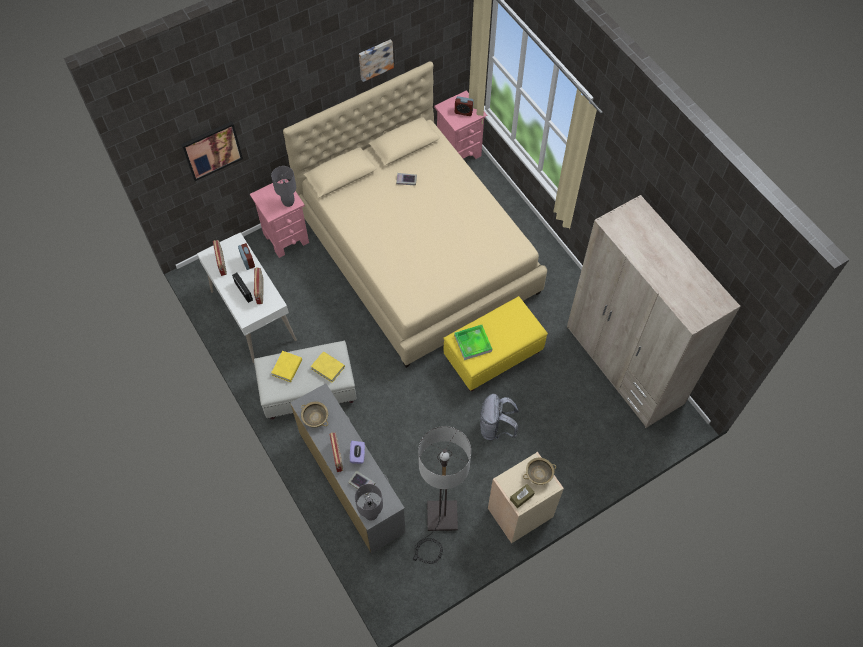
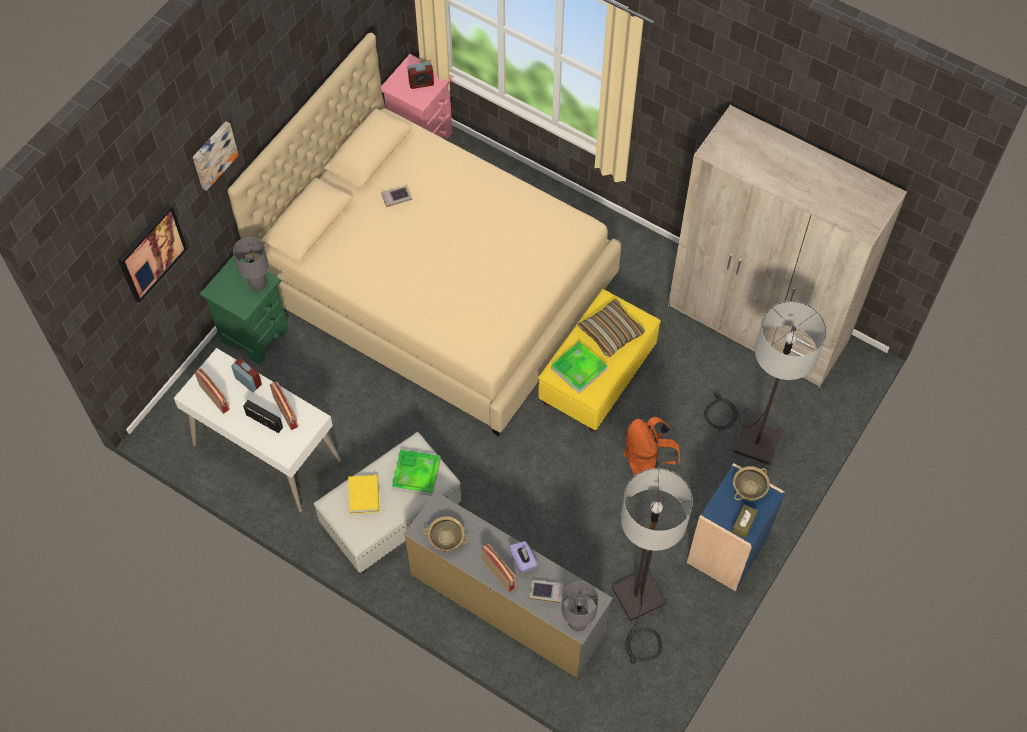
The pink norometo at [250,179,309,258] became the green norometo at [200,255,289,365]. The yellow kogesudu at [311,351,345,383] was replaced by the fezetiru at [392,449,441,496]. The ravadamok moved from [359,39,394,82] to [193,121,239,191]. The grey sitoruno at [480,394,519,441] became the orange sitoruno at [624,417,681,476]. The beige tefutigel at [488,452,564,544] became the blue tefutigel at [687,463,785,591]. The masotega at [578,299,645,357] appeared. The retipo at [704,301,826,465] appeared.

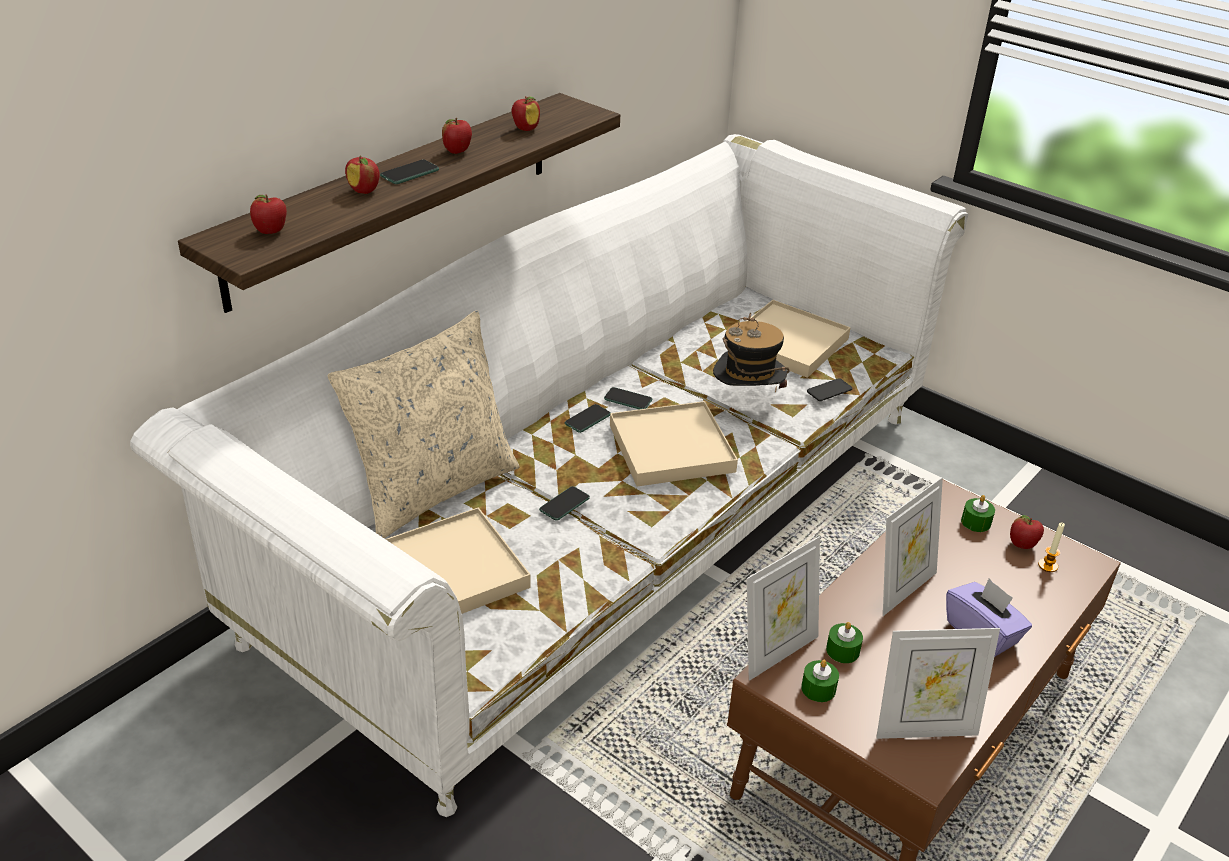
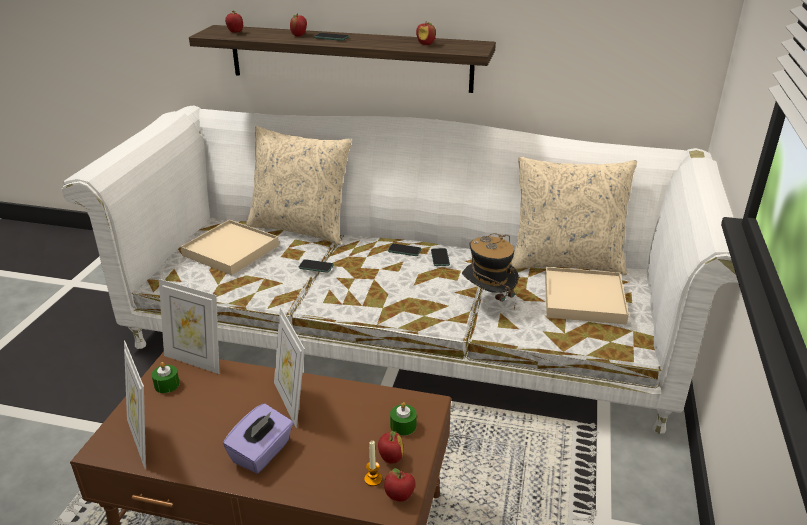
The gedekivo moved from [442,118,472,154] to [384,468,415,502]. The beige fezetiru at [610,401,738,486] disappeared. The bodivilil at [807,378,852,401] disappeared. The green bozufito at [826,622,863,663] disappeared. The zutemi at [883,477,943,616] turned 45 degrees clockwise. The beige masotega at [511,157,637,275] appeared.

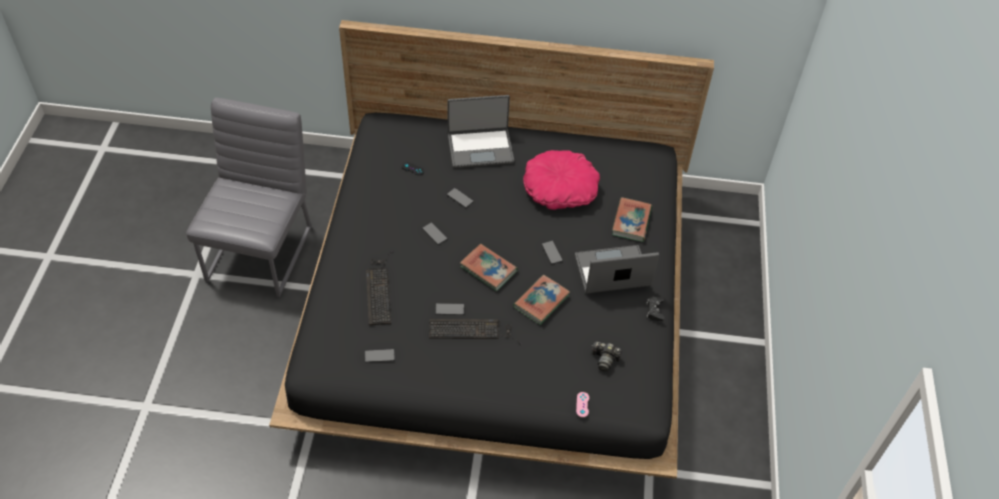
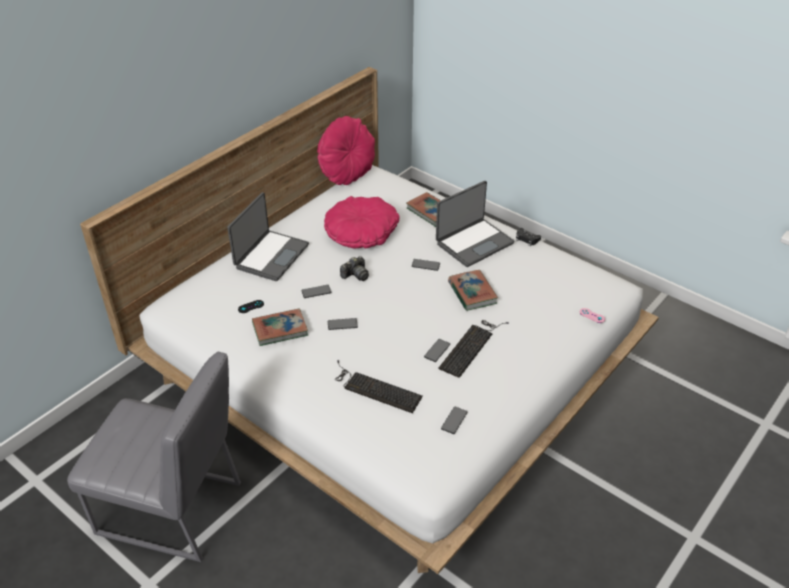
The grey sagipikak at [186,98,312,297] turned 150 degrees clockwise. The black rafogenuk at [269,20,714,479] became the white rafogenuk at [80,67,659,574]. The kogesudu moved from [460,244,518,292] to [252,308,308,346]. The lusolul at [575,245,659,294] turned 150 degrees counterclockwise. The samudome moved from [592,342,622,372] to [340,256,369,281]. The pink masotega at [317,116,375,185] appeared.

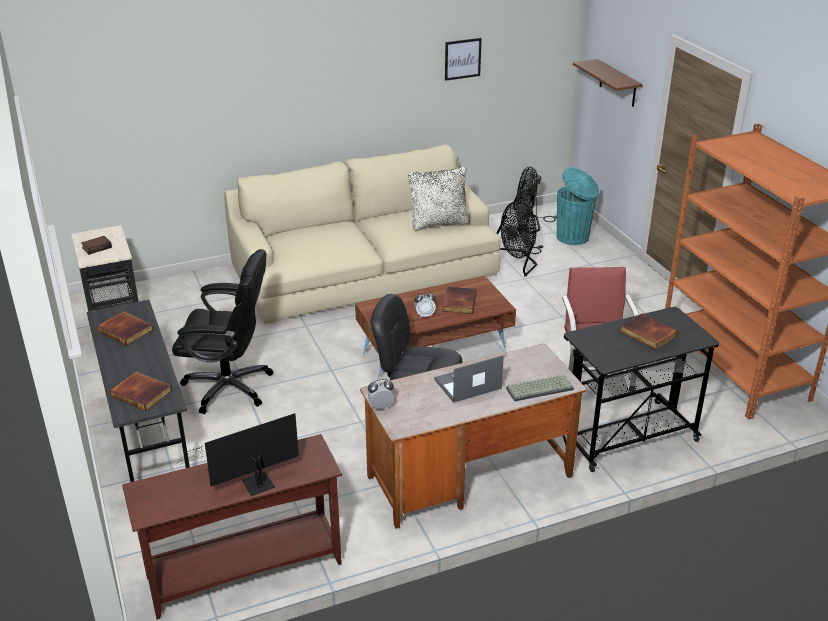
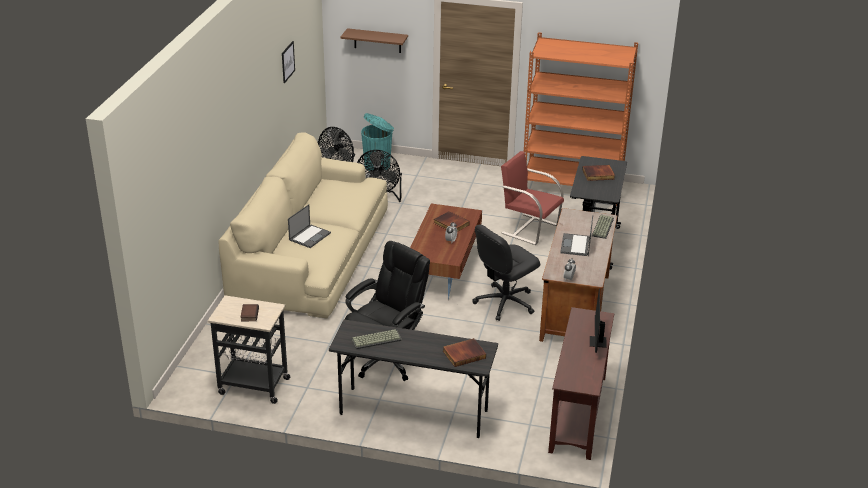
The kogesudu at [97,311,153,346] was replaced by the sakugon at [352,329,402,349]. The beige masotega at [408,167,469,231] disappeared. The lusolul at [288,204,331,248] appeared.

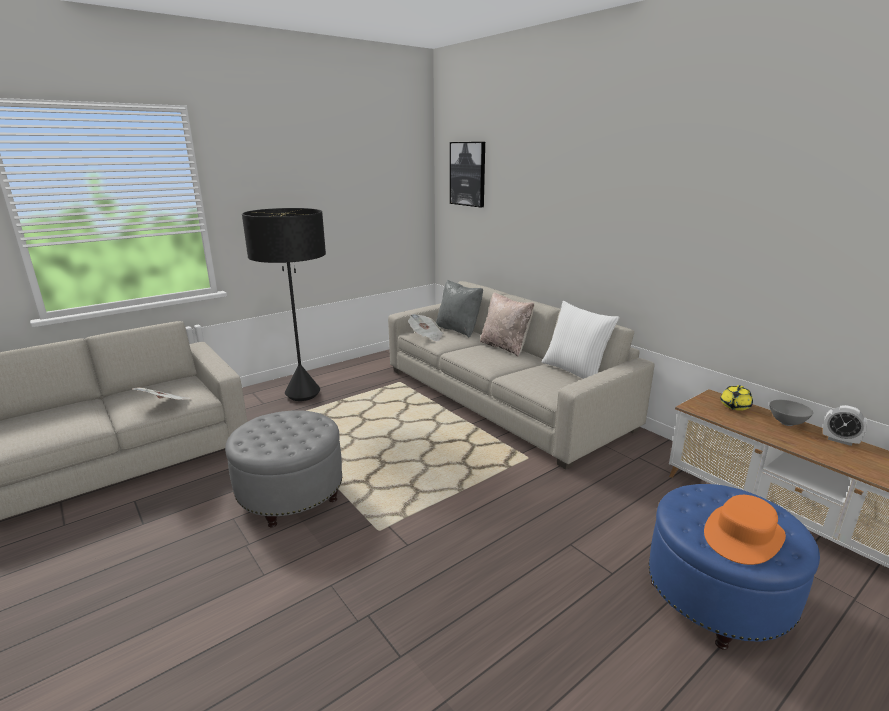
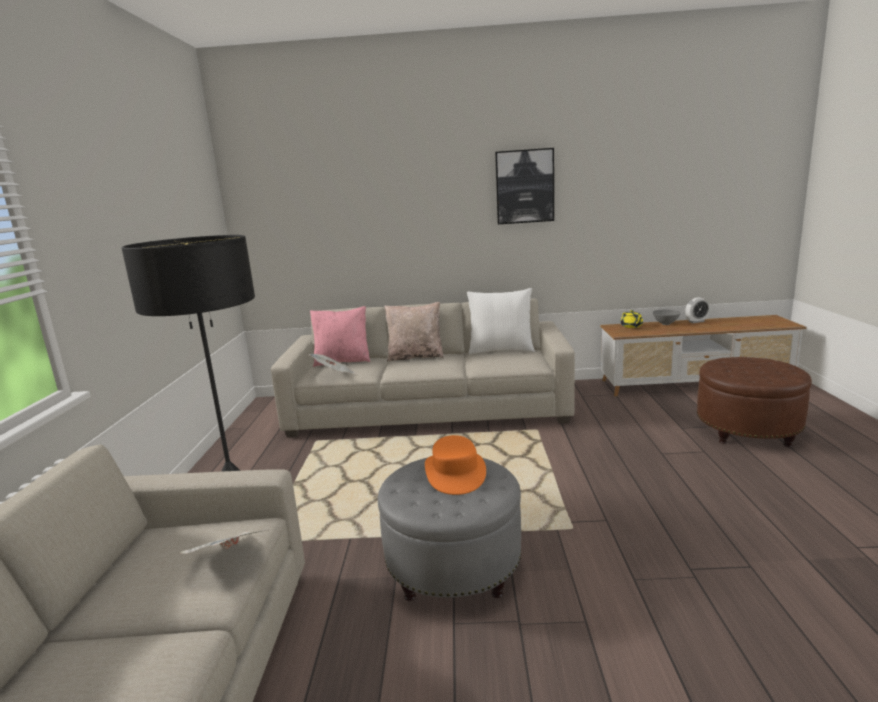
The grey masotega at [436,280,483,338] became the pink masotega at [310,306,370,367]. The ravadamok moved from [450,142,485,207] to [495,148,554,224]. The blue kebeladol at [649,484,820,650] became the brown kebeladol at [697,357,812,447]. The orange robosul moved from [704,495,786,565] to [425,435,486,495].

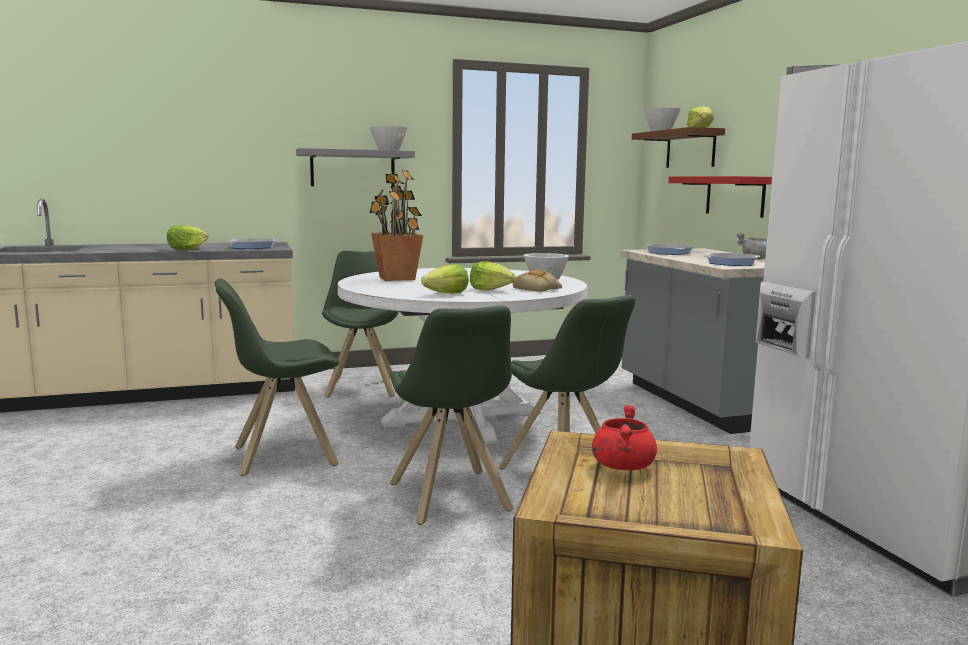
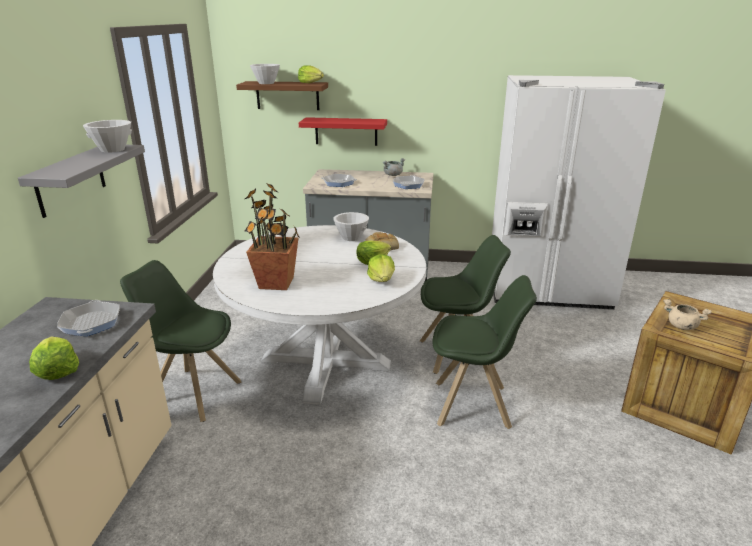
The green sagipikak at [215,279,340,476] disappeared. The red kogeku at [592,405,657,470] became the beige kogeku at [663,299,712,330].

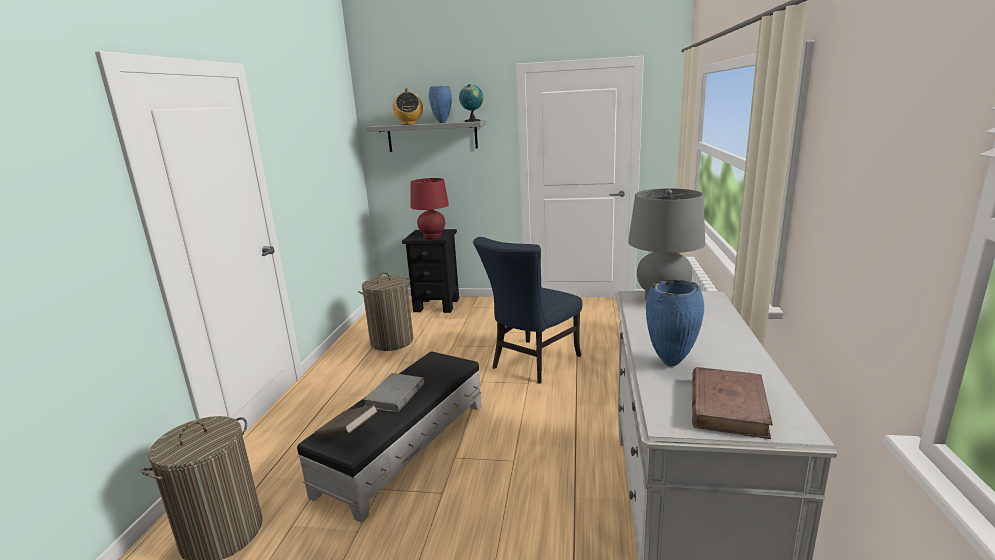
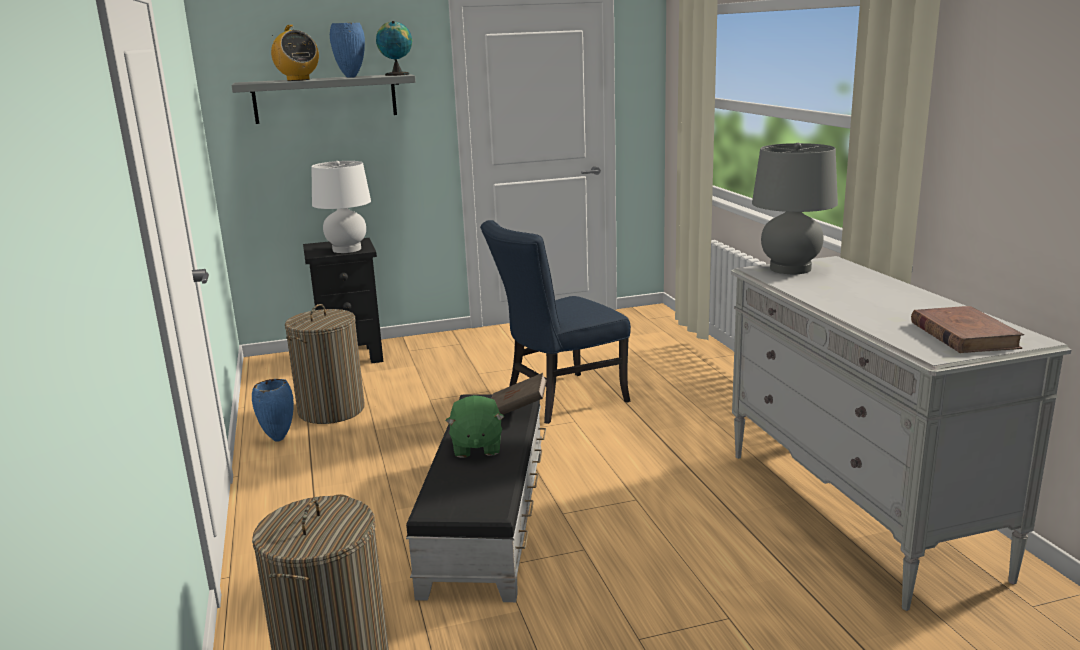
The brown kogesudu moved from [315,404,378,439] to [491,373,547,415]. The grey kogesudu at [363,373,424,413] was replaced by the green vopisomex at [445,395,504,458]. The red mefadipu at [410,178,449,239] became the white mefadipu at [311,161,371,253]. The blue sagipikak at [473,237,582,384] turned 45 degrees clockwise. The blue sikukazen moved from [646,280,704,366] to [252,379,294,442].

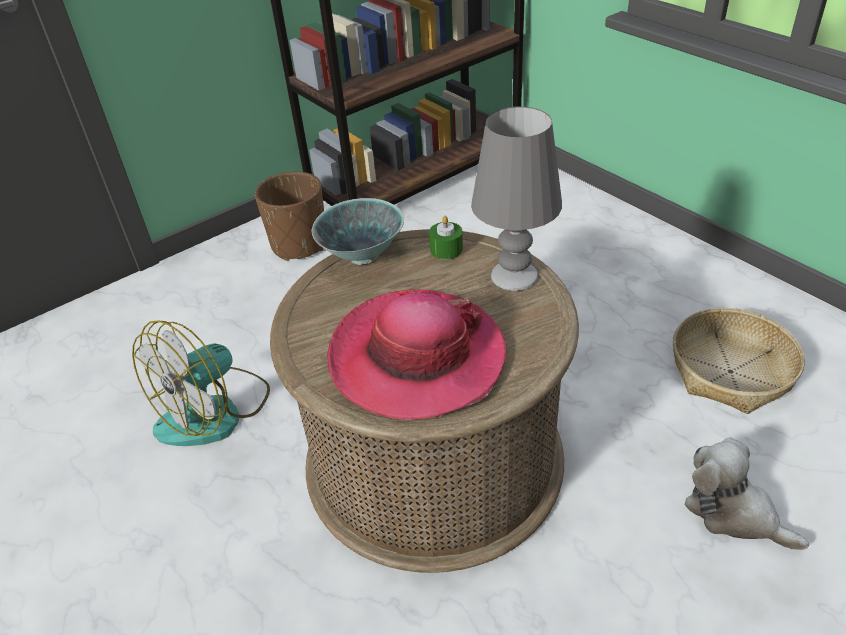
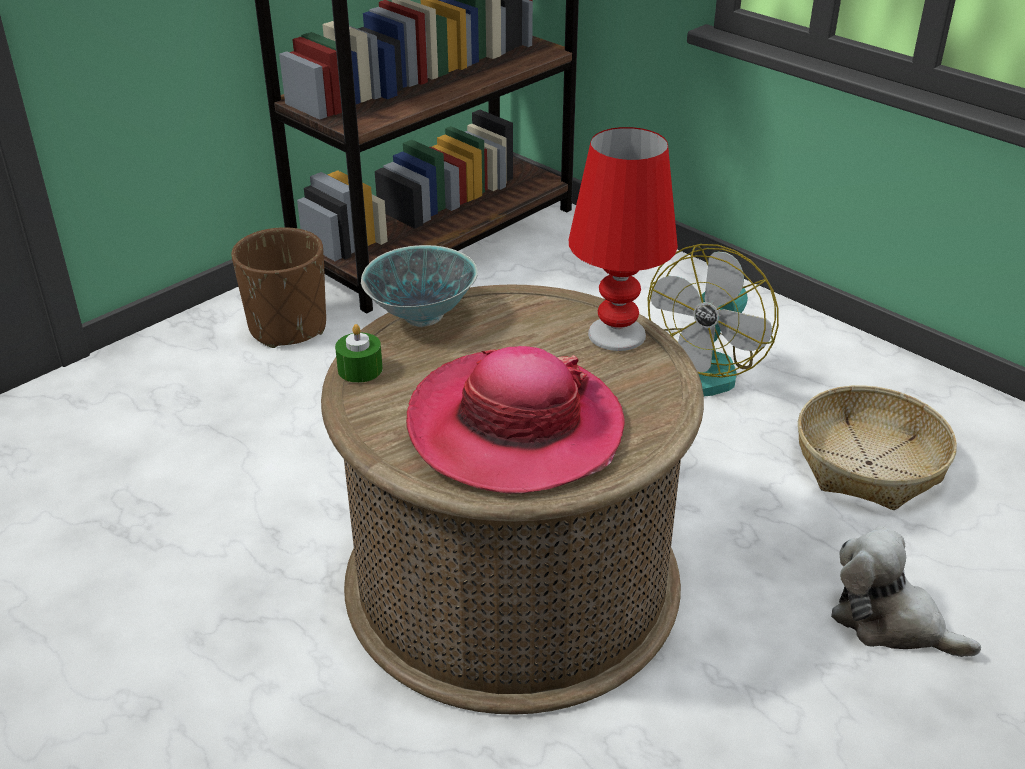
The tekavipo moved from [132,320,270,446] to [647,244,779,397]. The green bozufito moved from [429,216,463,259] to [335,324,383,383]. The grey mefadipu at [471,107,562,291] became the red mefadipu at [569,127,678,351].

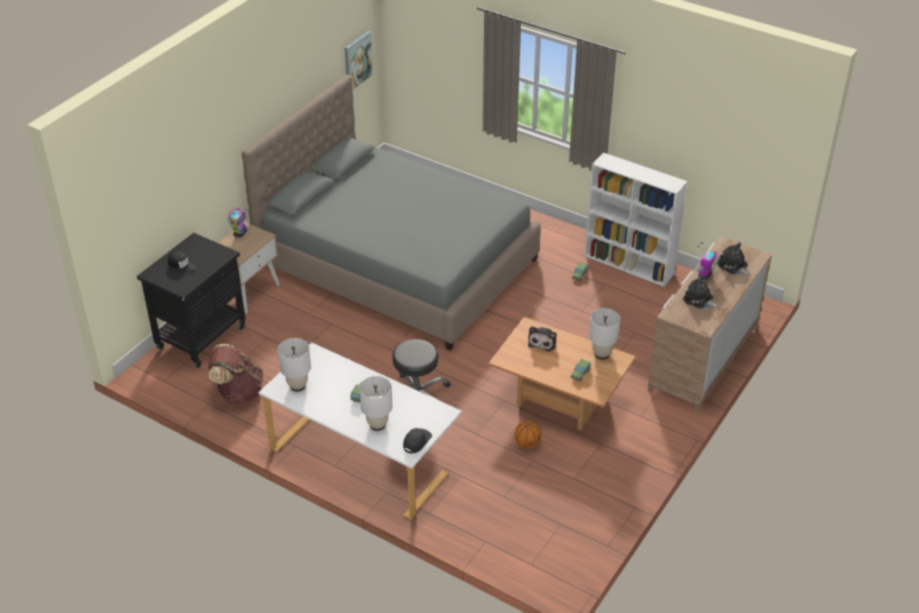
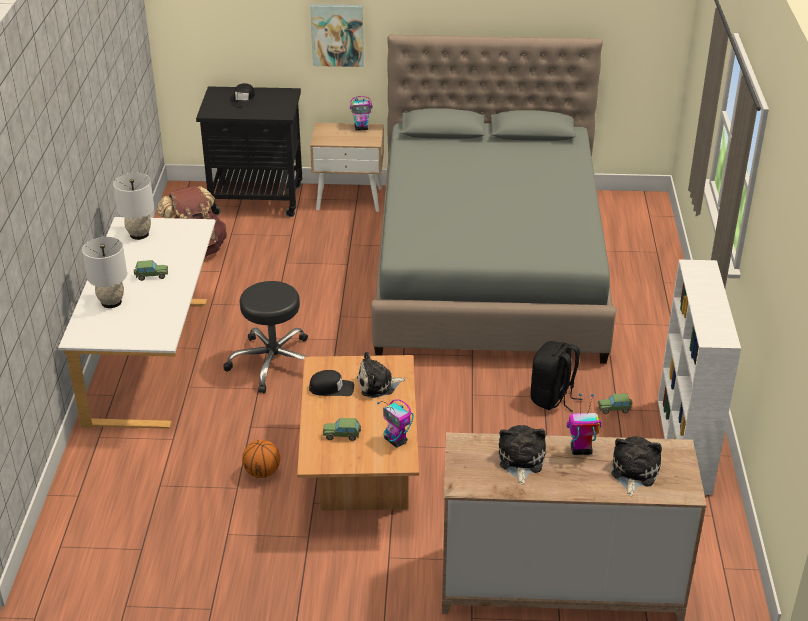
The ravadamok moved from [345,31,373,90] to [310,4,364,67]. The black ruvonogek moved from [403,428,432,454] to [309,370,354,396]. The white mefadipu at [589,308,620,360] was replaced by the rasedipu at [377,399,414,447]. The black sitoruno at [531,341,582,412] appeared.

